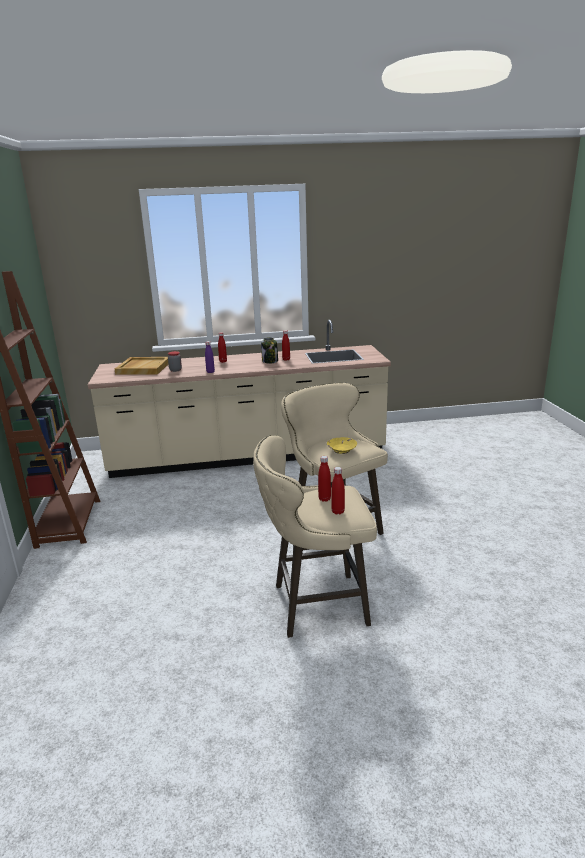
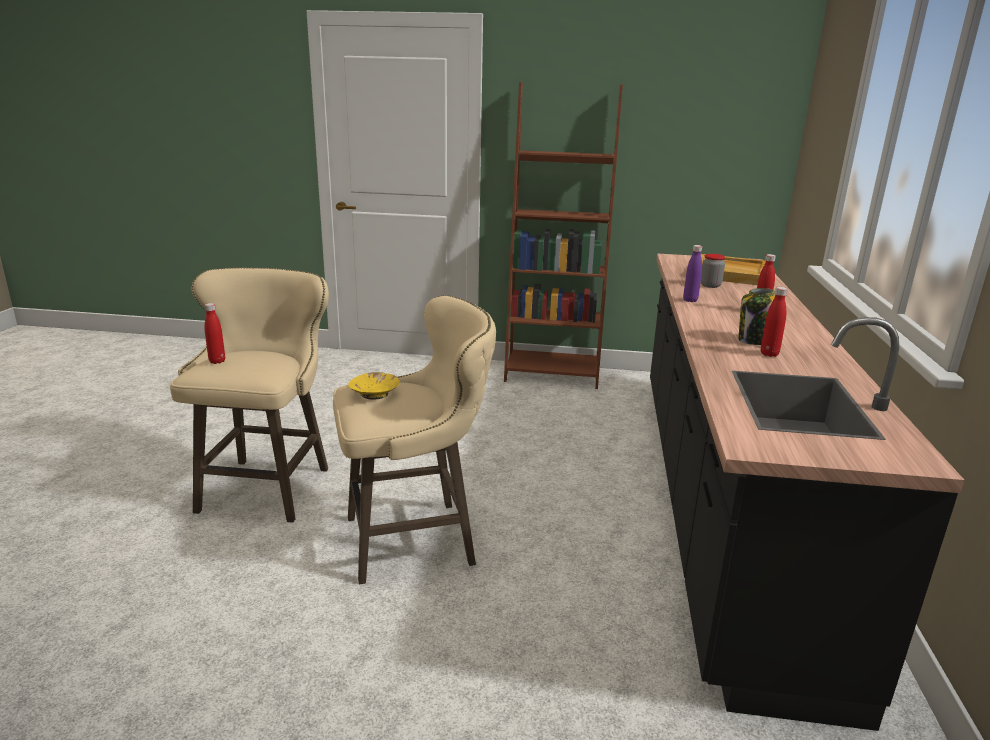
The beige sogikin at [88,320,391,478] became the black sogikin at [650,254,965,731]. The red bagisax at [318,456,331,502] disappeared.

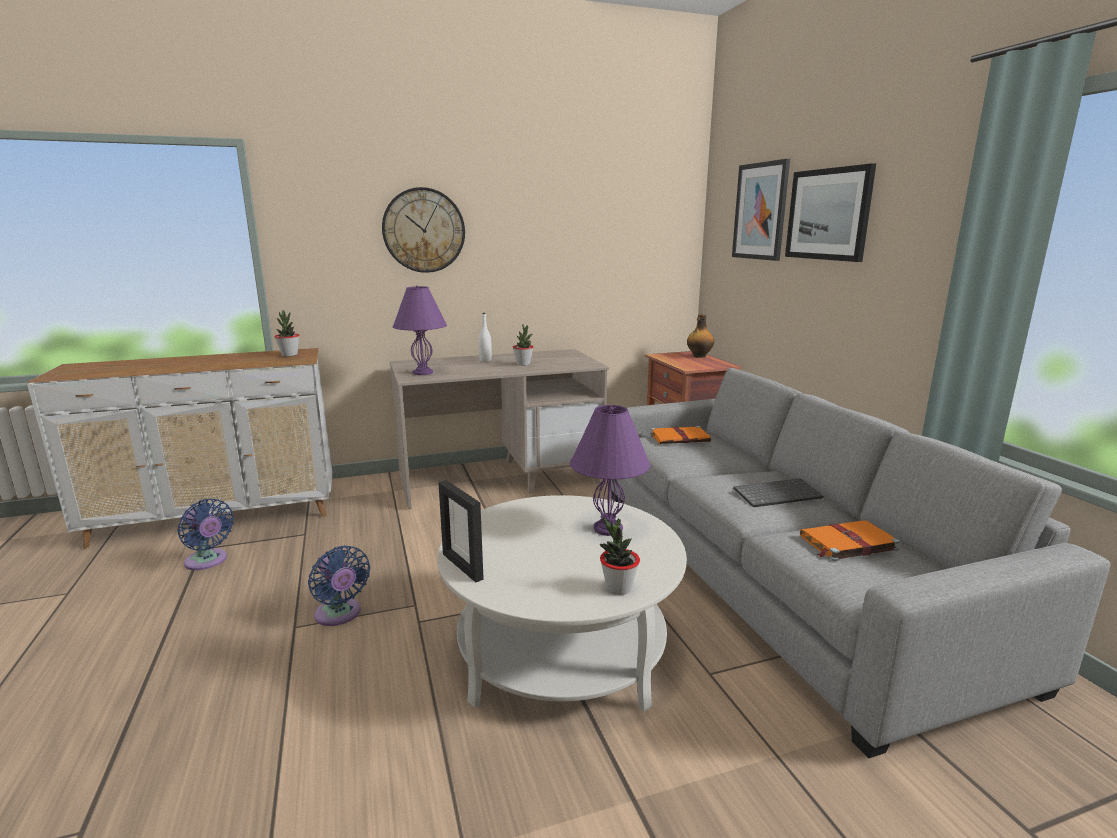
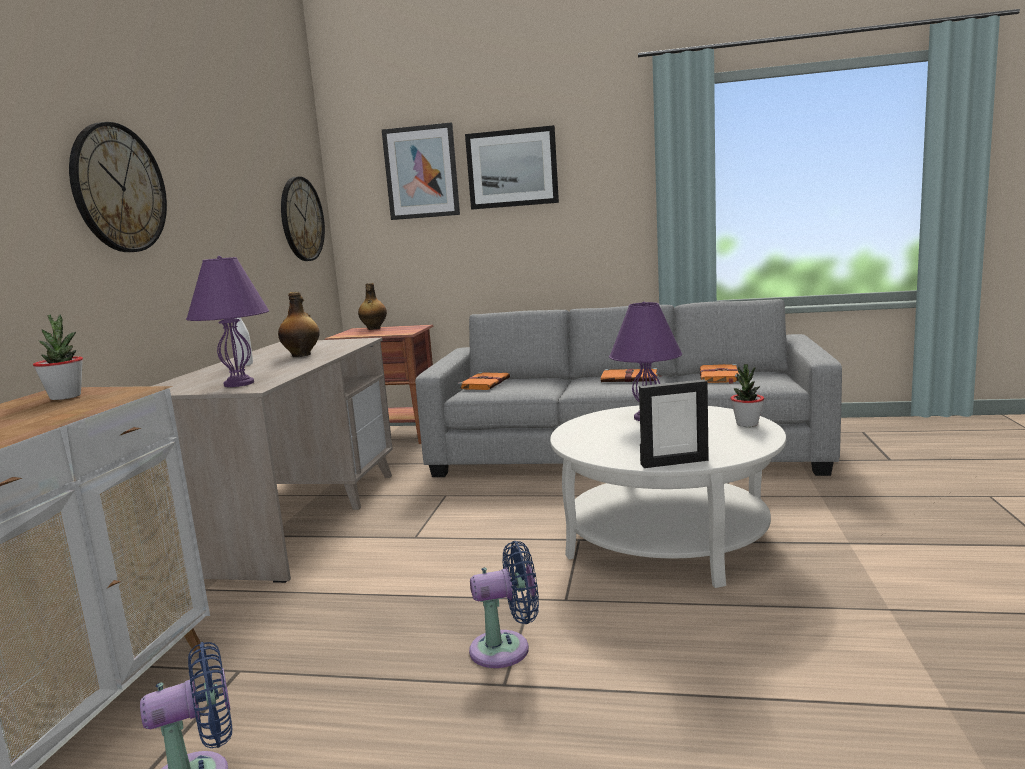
The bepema at [513,324,533,366] was replaced by the bagisax at [278,292,320,357]. The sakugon at [733,478,823,507] was replaced by the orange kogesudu at [601,368,660,382]. The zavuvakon at [281,176,325,261] appeared.

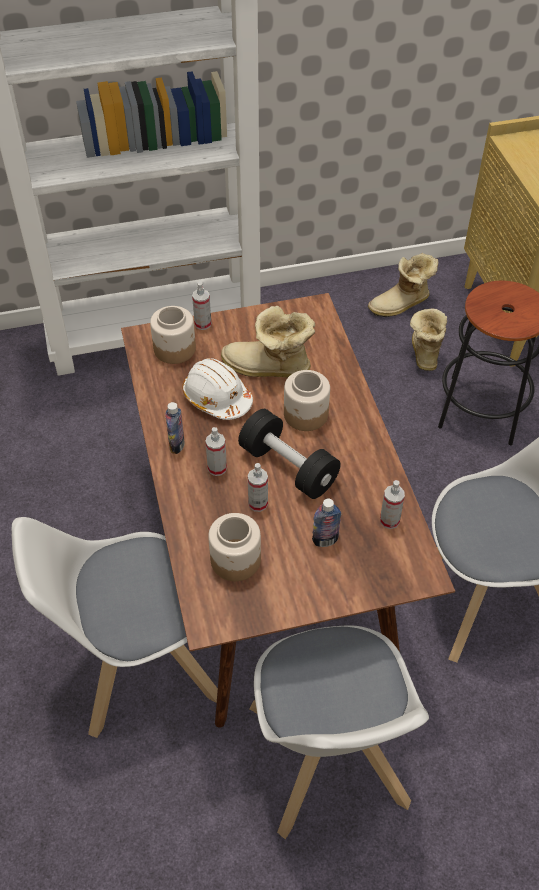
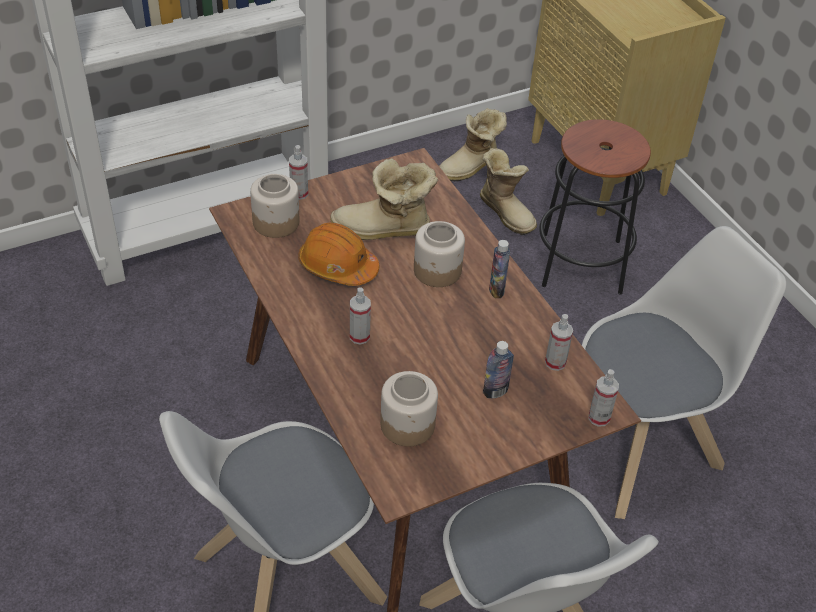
The bagisax moved from [165,402,185,454] to [489,240,510,298]. The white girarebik at [182,358,253,420] became the orange girarebik at [298,223,379,286]. The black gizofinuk at [238,409,341,499] disappeared. The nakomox moved from [248,463,268,512] to [588,369,619,427]. The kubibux at [410,308,447,371] turned 150 degrees clockwise.

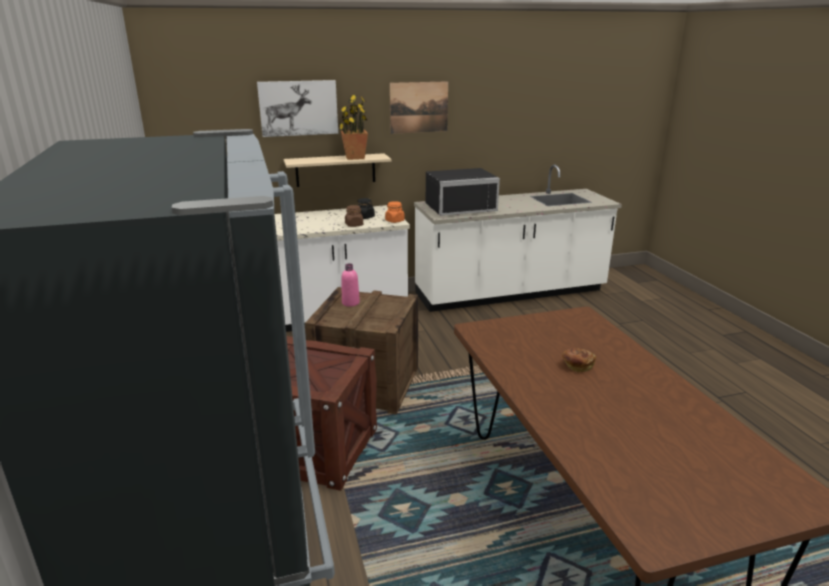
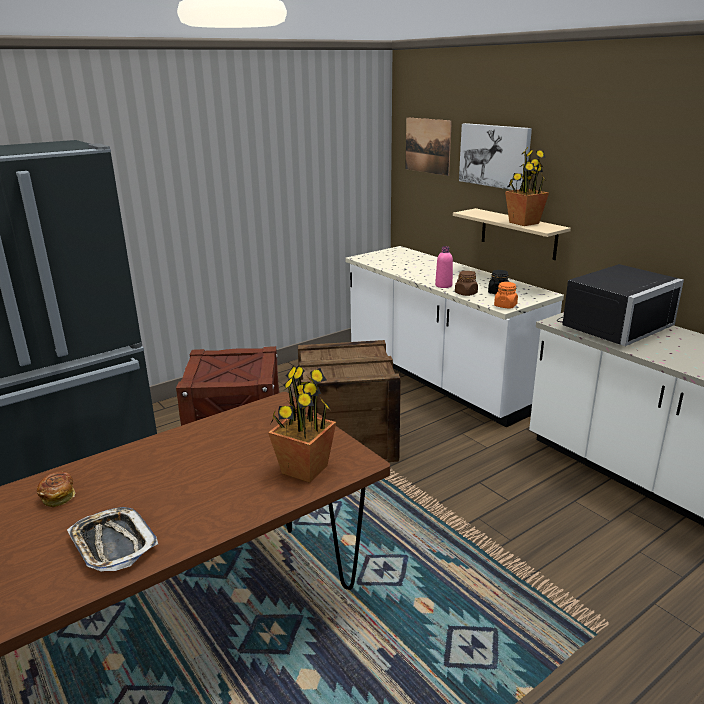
The pink bagisax moved from [341,263,360,307] to [435,246,453,288]. The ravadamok moved from [390,81,448,134] to [405,117,452,176]. The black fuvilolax at [426,168,500,216] turned 90 degrees counterclockwise. The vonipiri moved from [562,348,596,372] to [37,472,76,507]. The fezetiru at [67,507,158,571] appeared. The bepema at [268,365,336,483] appeared.

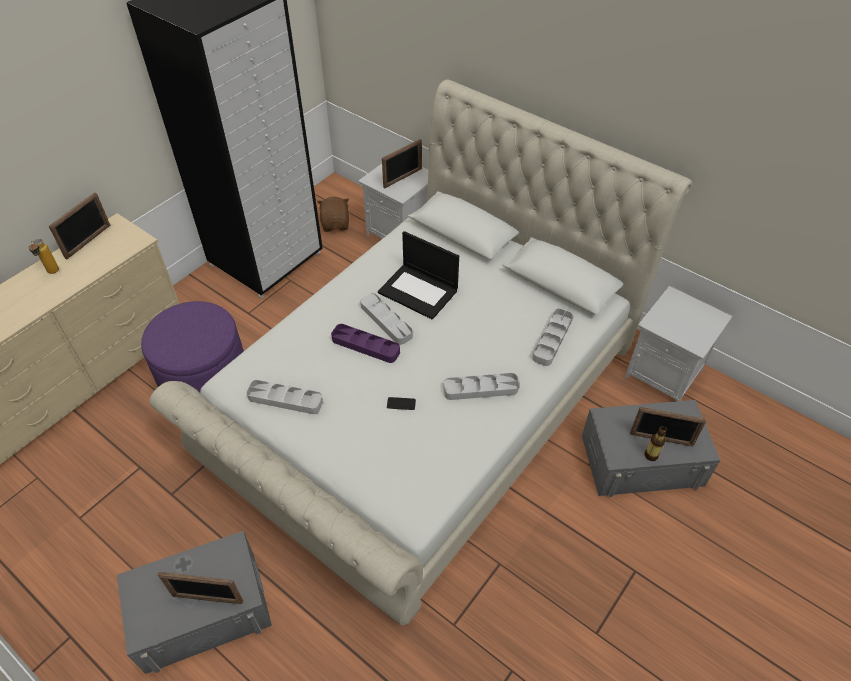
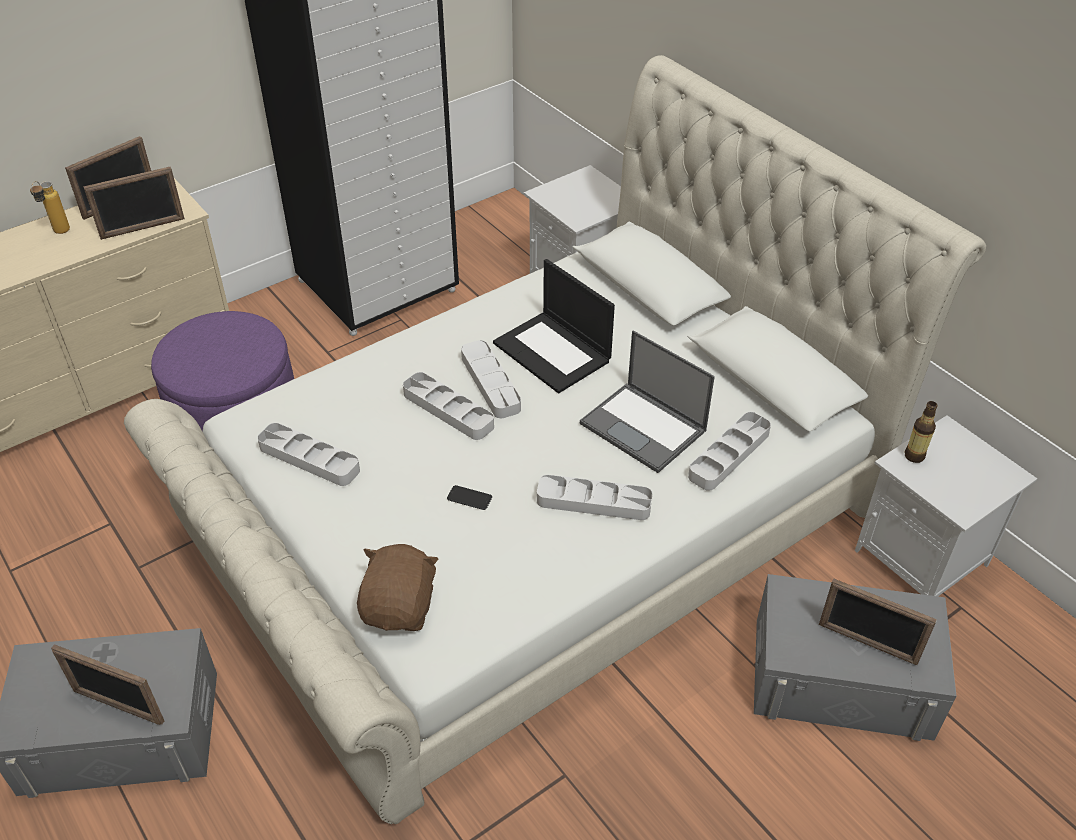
The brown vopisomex moved from [317,197,349,232] to [357,544,439,631]. The purple fezetiru at [331,324,400,363] became the grey fezetiru at [403,372,494,440]. The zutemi moved from [382,139,422,189] to [83,166,185,240]. The bagisax moved from [645,426,667,461] to [904,401,938,463]. The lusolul at [580,330,715,473] appeared.

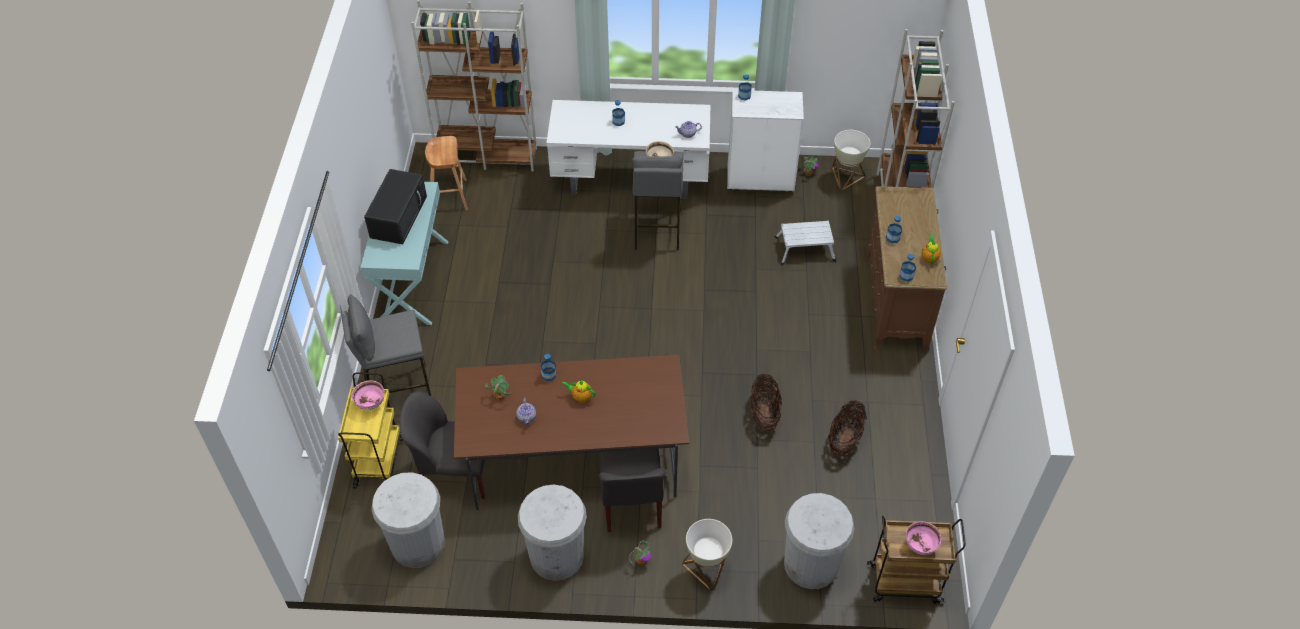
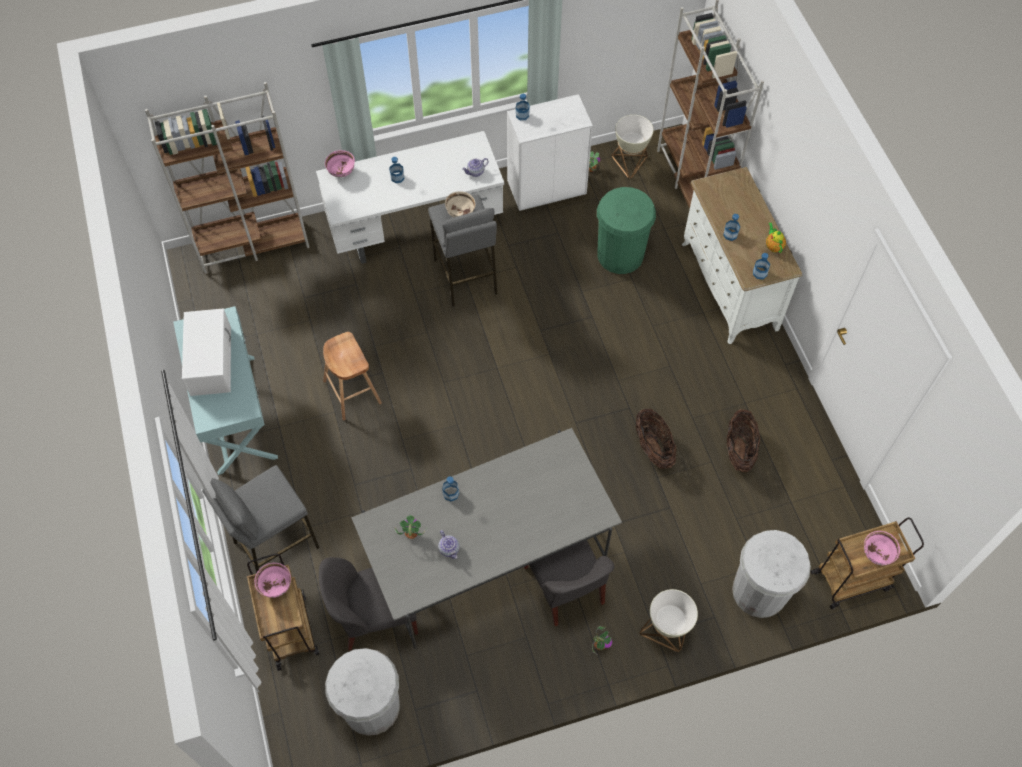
The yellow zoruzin at [338,372,403,489] became the brown zoruzin at [247,554,319,671]. The black fuvilolax at [364,169,427,244] became the white fuvilolax at [182,308,231,396]. The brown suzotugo moved from [425,136,468,211] to [323,332,382,420]. The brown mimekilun at [454,354,689,510] became the grey mimekilun at [351,428,622,649]. The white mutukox at [518,485,587,581] disappeared. The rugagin at [562,380,595,402] disappeared. The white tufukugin at [775,220,836,266] was replaced by the green mutukox at [597,187,656,274]. The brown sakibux at [866,186,947,351] became the white sakibux at [682,167,803,344]. The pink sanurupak at [325,150,355,177] appeared.

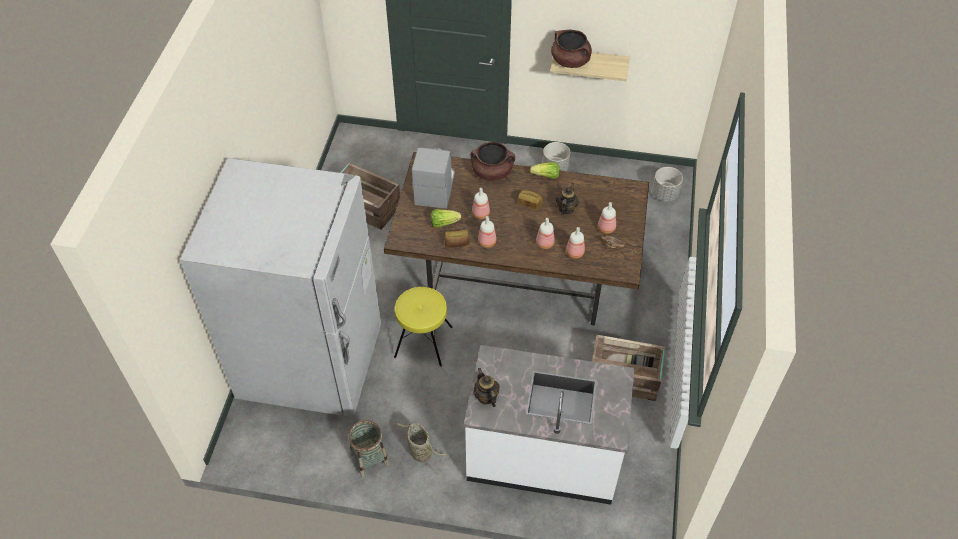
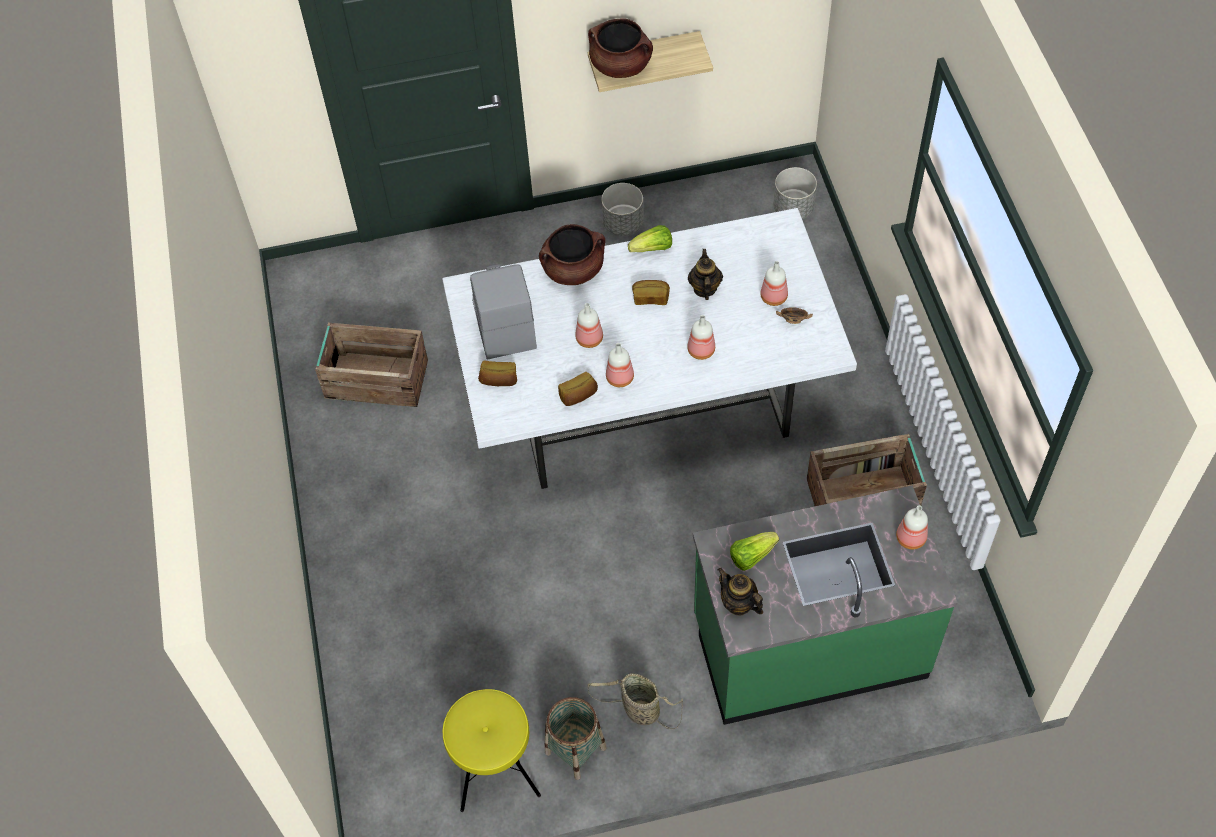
The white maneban at [180,158,381,417] disappeared. The brown mimekilun at [384,152,649,326] became the white mimekilun at [442,208,857,489]. The yellow suzotugo moved from [394,287,453,367] to [442,689,541,812]. The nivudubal moved from [431,209,462,228] to [730,532,779,571]. The white sogikin at [464,345,635,505] became the green sogikin at [693,485,958,725]. The bagisax moved from [566,227,585,258] to [896,505,928,549]. The vonipiri at [478,361,517,386] appeared.

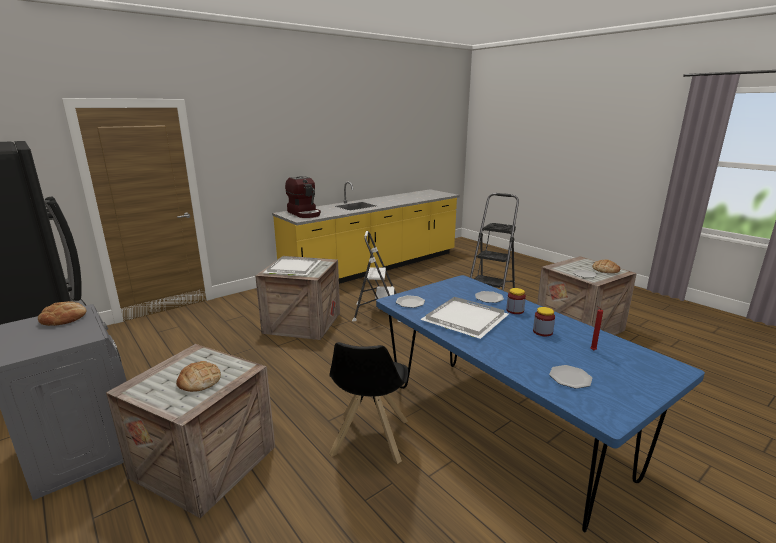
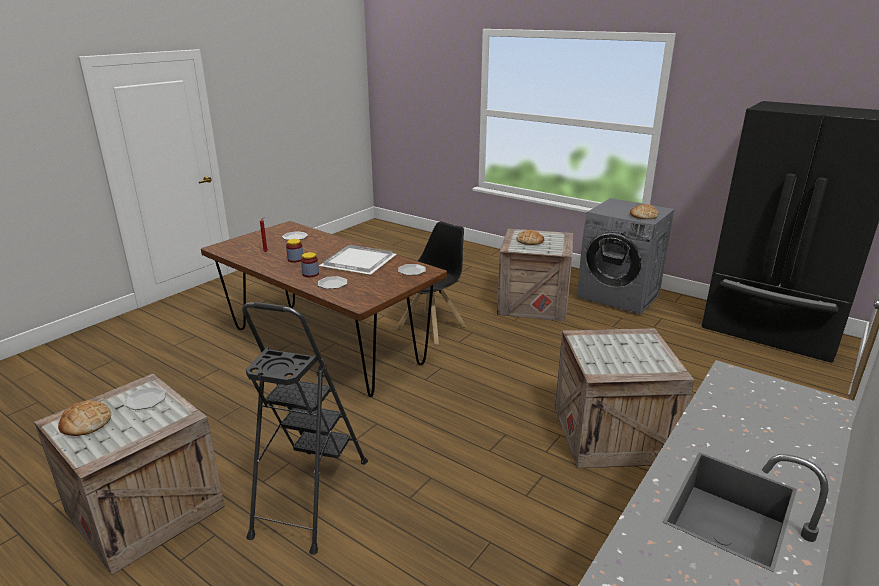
The white fezetiru at [263,256,321,275] disappeared. The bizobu at [285,176,321,218] disappeared. The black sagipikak at [329,342,408,464] turned 45 degrees clockwise. The white tufukugin at [352,231,401,322] disappeared. The blue mimekilun at [376,275,705,532] became the brown mimekilun at [201,221,447,397].

